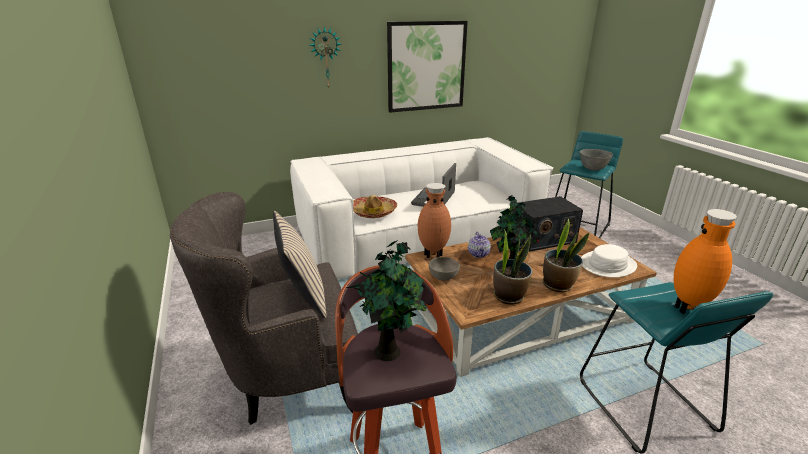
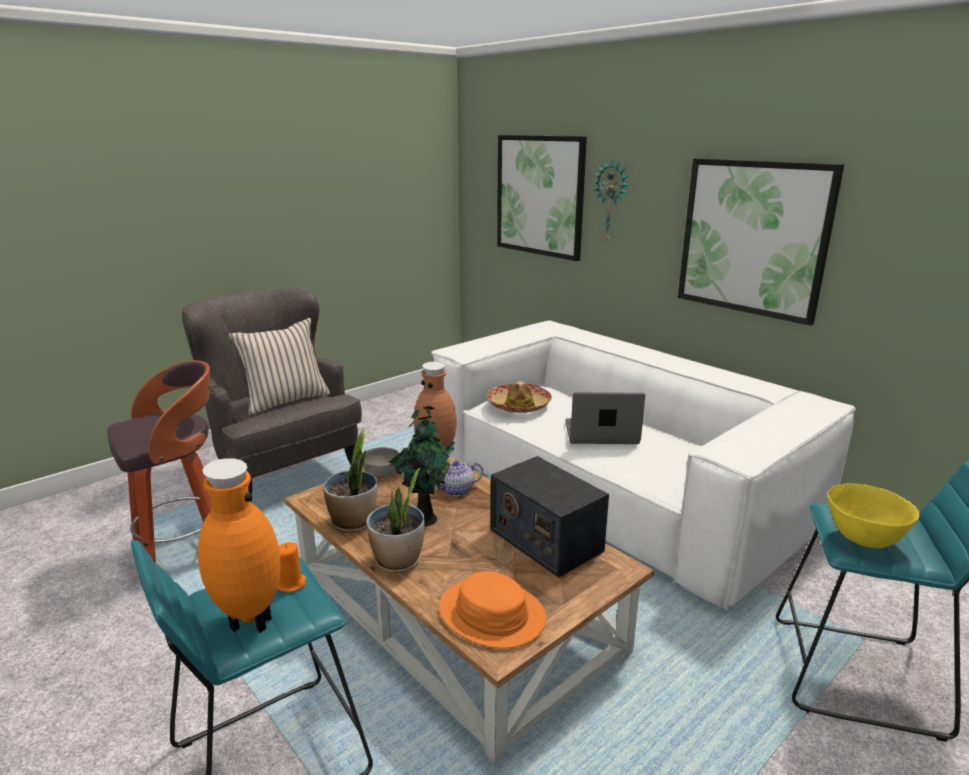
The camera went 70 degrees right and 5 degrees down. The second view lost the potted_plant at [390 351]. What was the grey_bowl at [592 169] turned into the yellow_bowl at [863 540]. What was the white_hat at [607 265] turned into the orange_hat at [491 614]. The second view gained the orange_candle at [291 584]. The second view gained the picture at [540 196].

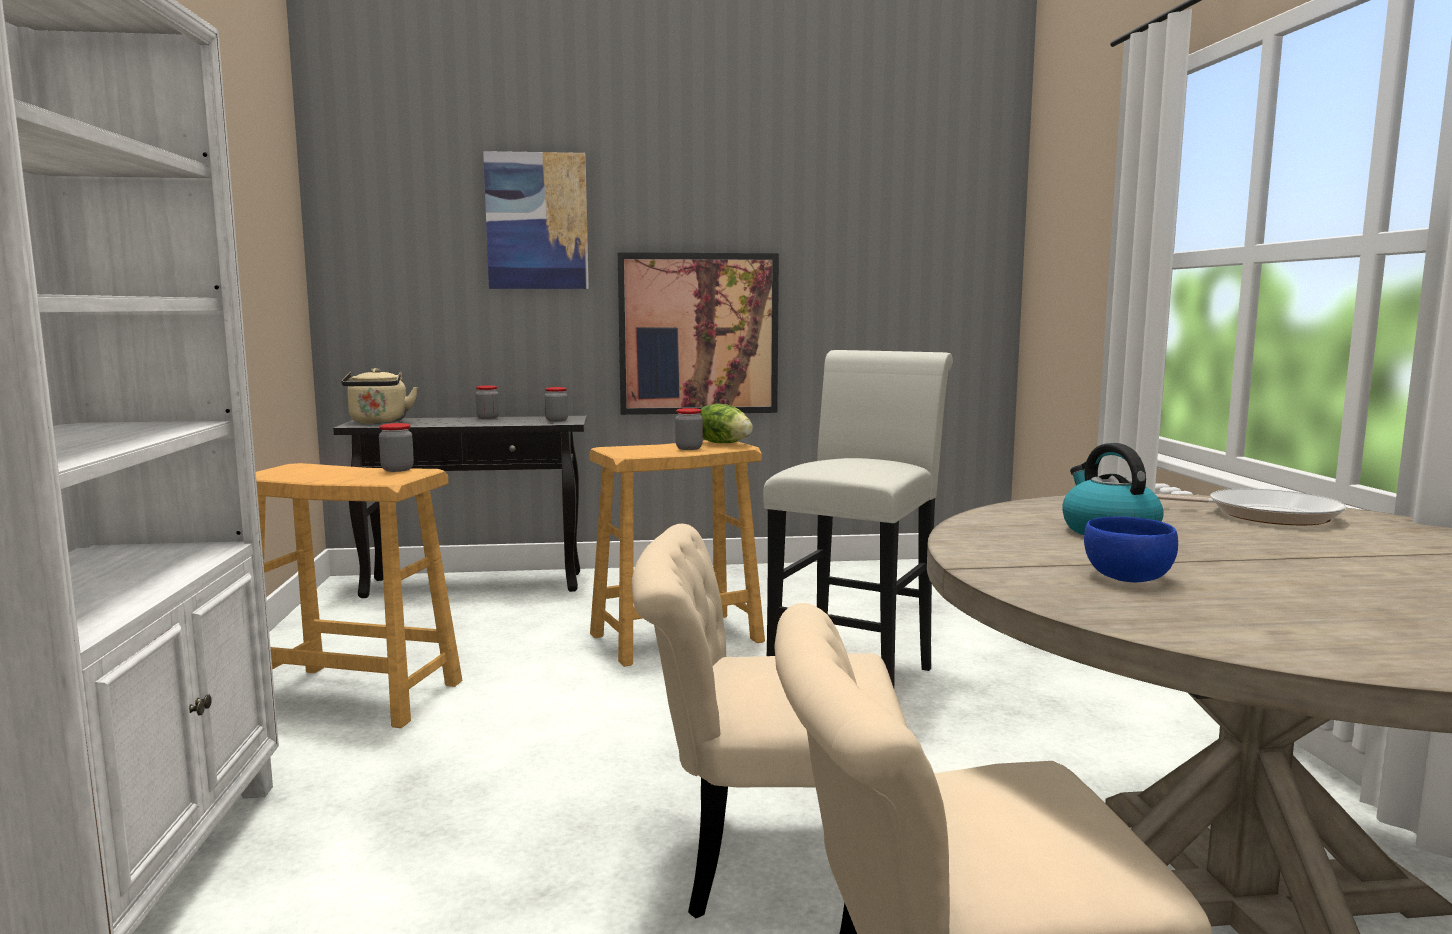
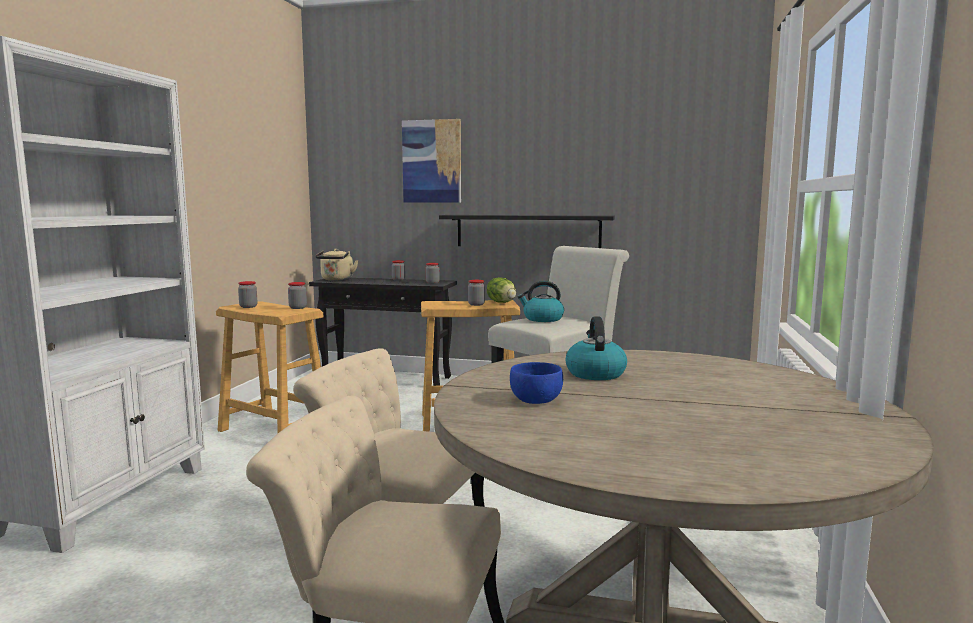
The camera went 20 degrees right and 0 degrees up. Where the picture hung at [698 334], the black_shelf came to hang at [528 231]. The second view lost the frying_pan at [1264 514]. The second view gained the jar at [248 307]. The second view gained the kettle at [542 319].

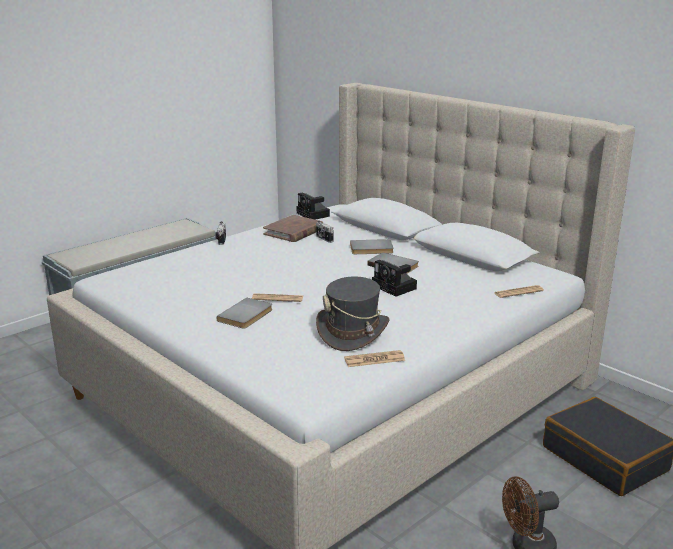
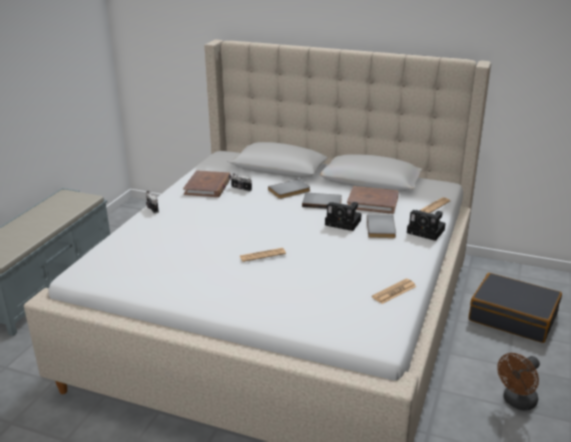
The camera went 25 degrees left and 5 degrees up. The grey_book ended up elsewhere, having gone from [247 315] to [382 228]. The photo_camera ended up elsewhere, having gone from [314 215] to [427 232]. The second view lost the grey_hat at [353 332]. The second view gained the brown_book at [372 202].

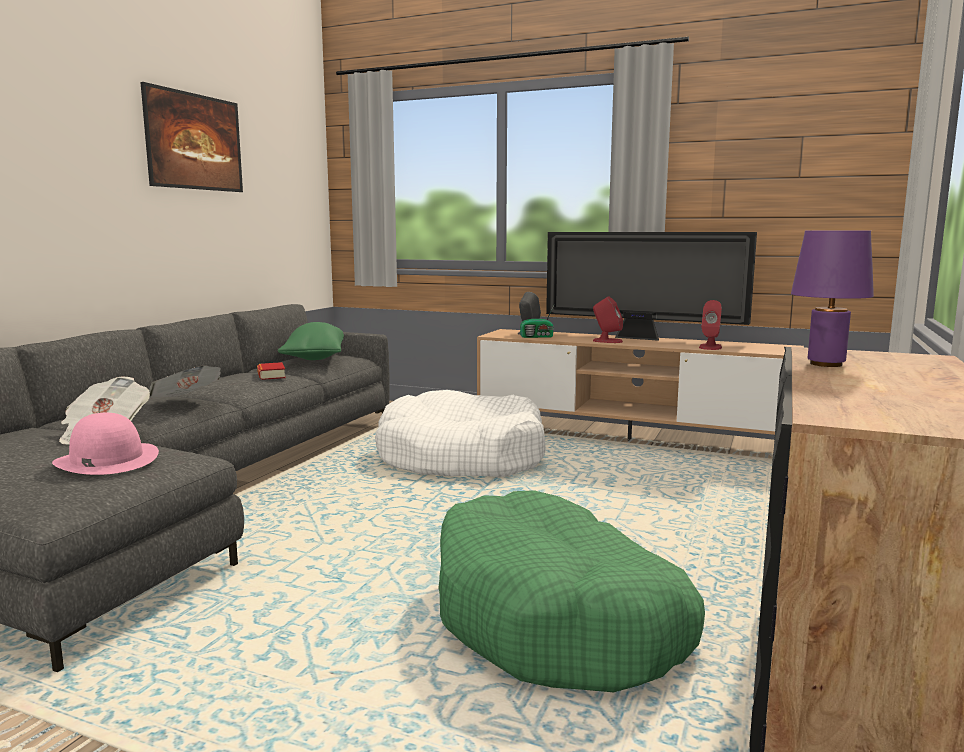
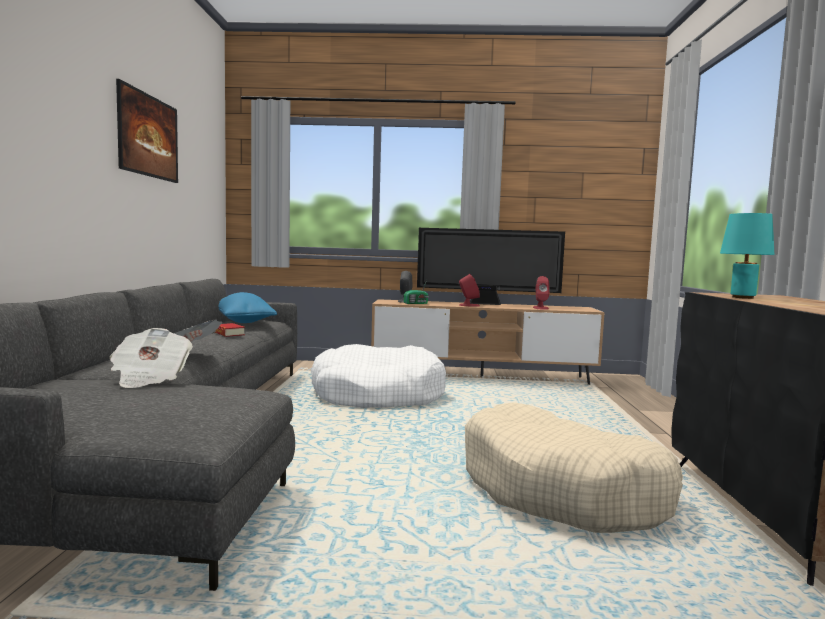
The camera went 20 degrees left and 5 degrees down. The second view lost the pink_hat at [106 460]. What was the green_pillow at [314 358] turned into the blue_pillow at [242 322]. What was the green_dog_bed at [557 618] turned into the beige_dog_bed at [562 490]. What was the purple_table_lamp at [826 364] turned into the turquoise_table_lamp at [743 297].

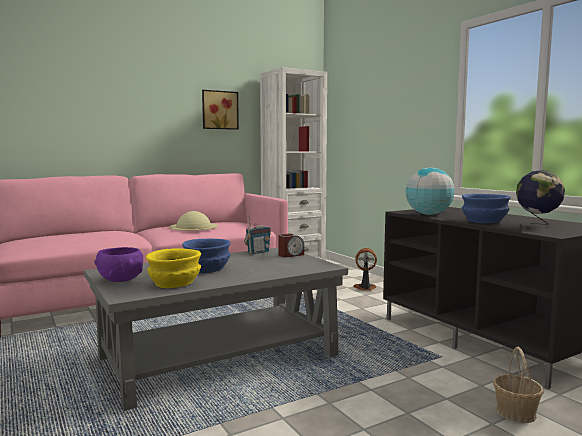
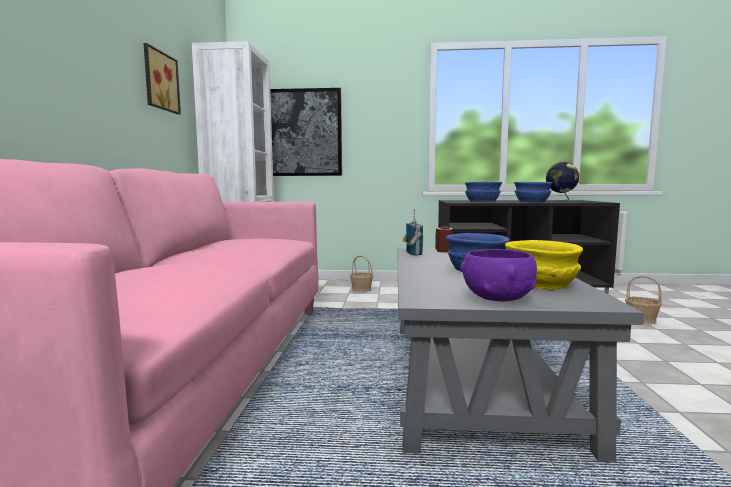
The camera went 55 degrees left and 0 degrees up. The second view lost the beige_hat at [193 226]. Where the fan stood at [365 288], the basket came to stand at [361 290]. Where the globe stood at [428 214], the blue_bowl came to stand at [482 202]. The second view gained the picture at [300 133].

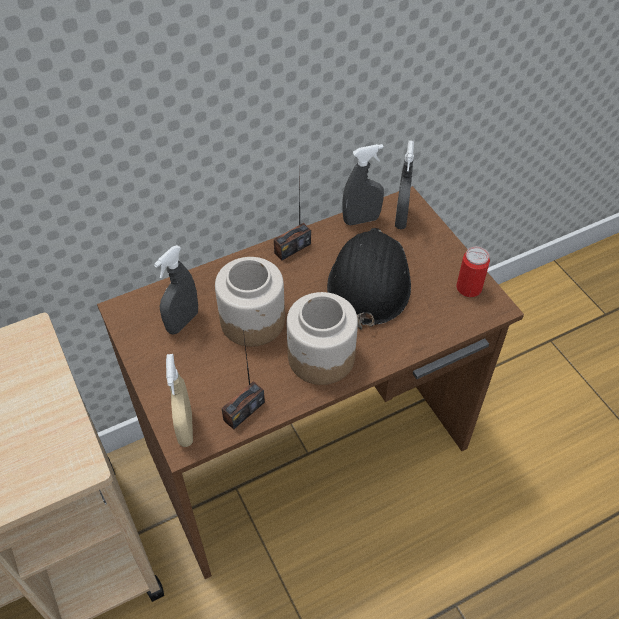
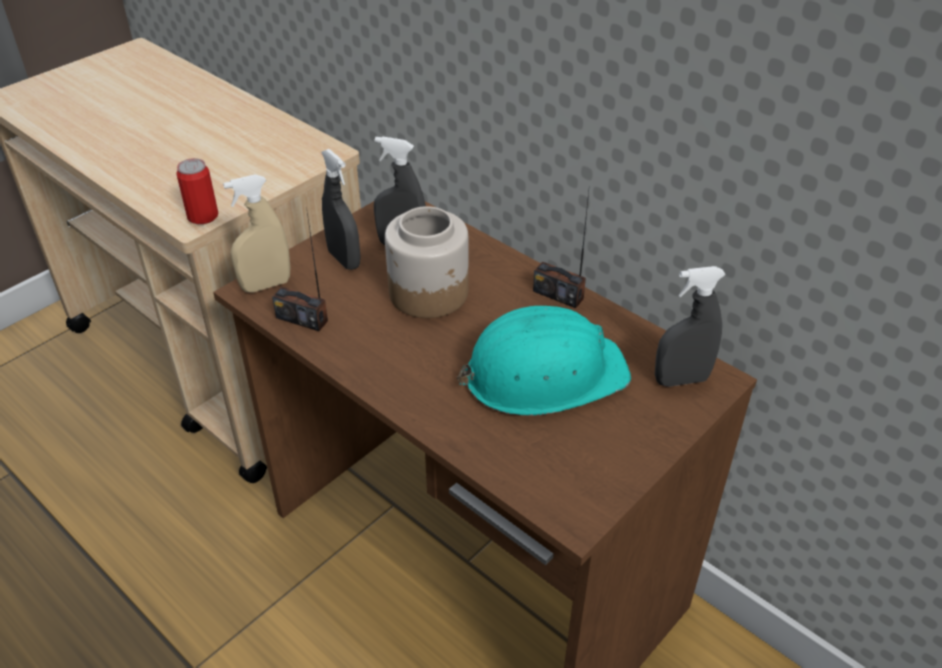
The camera went 70 degrees right and 10 degrees down. The second view lost the jar at [320 356]. What was the black_hard_hat at [369 282] turned into the turquoise_hard_hat at [543 374]. The grey_spray_bottle ended up elsewhere, having gone from [361 220] to [344 259]. The can ended up elsewhere, having gone from [469 288] to [203 216].

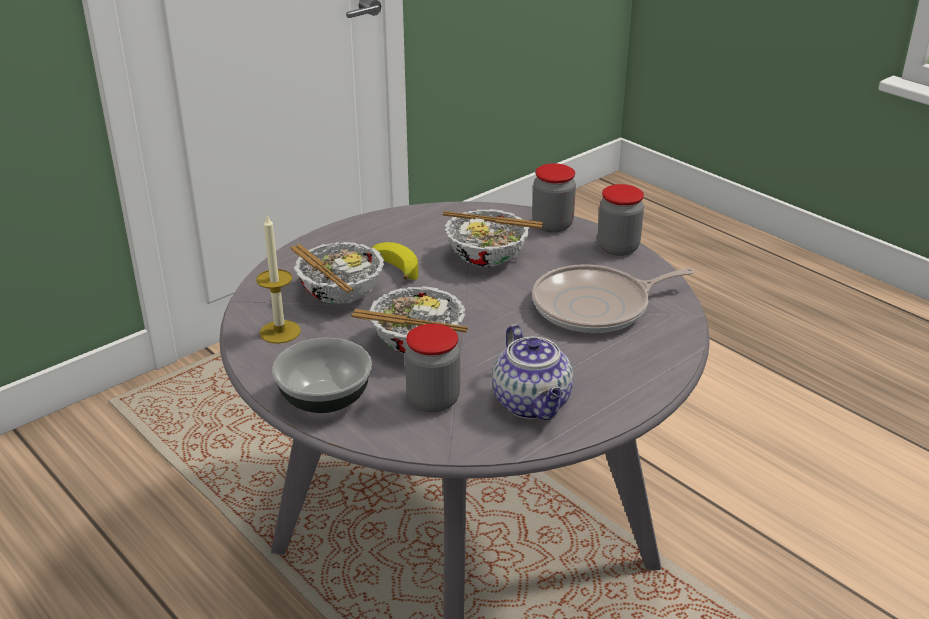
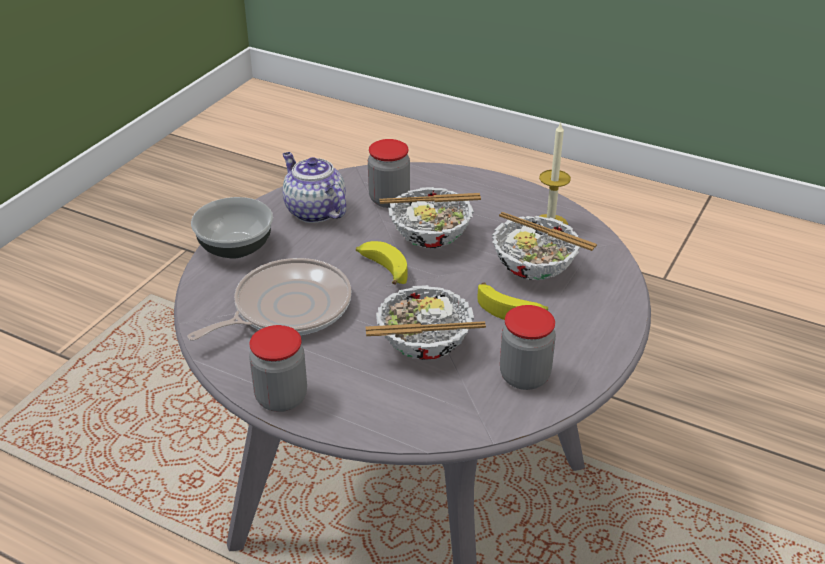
The camera went 160 degrees right and 5 degrees up. The bowl ended up elsewhere, having gone from [323 399] to [236 247]. The jar ended up elsewhere, having gone from [552 225] to [524 376]. The second view gained the banana at [382 269].

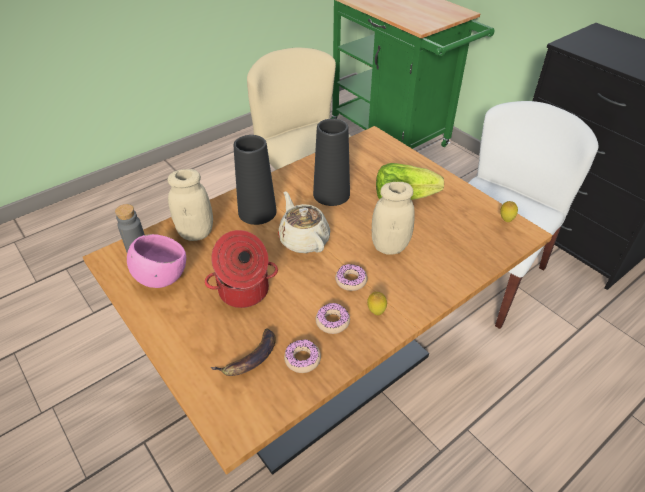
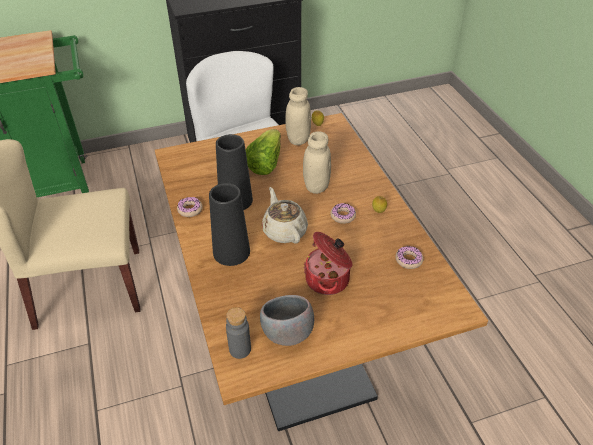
The camera went 70 degrees left and 0 degrees up. What was the pink_bowl at [161 278] turned into the grey_bowl at [287 334]. The beige_jar ended up elsewhere, having gone from [196 233] to [298 139]. The second view lost the banana at [250 358]. The beige_teapot at [303 239] ended up facing another way, 75 degrees clockwise from before. The donut ended up elsewhere, having gone from [332 321] to [190 210].

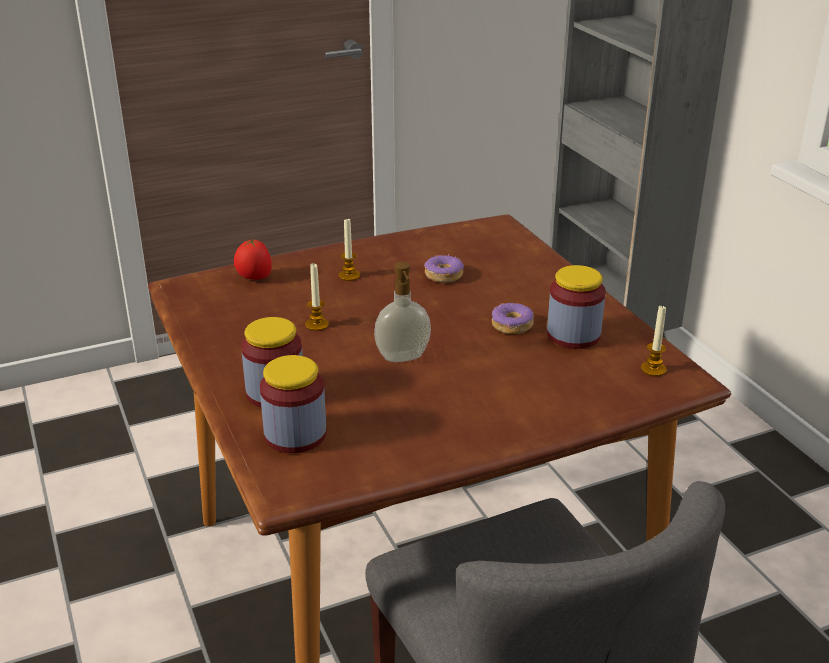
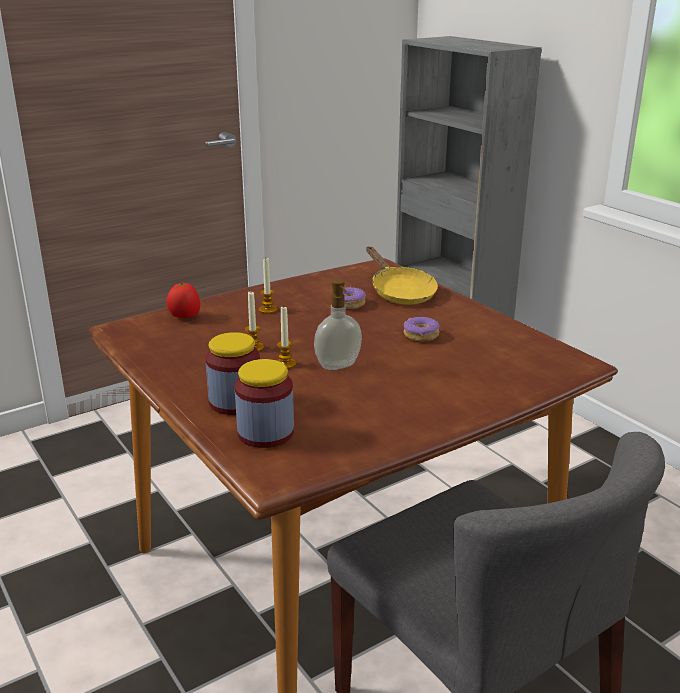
The camera went 10 degrees left and 5 degrees down. The second view lost the jar at [573 335]. The candle ended up elsewhere, having gone from [653 369] to [285 364]. The second view gained the yellow_frying_pan at [400 292].

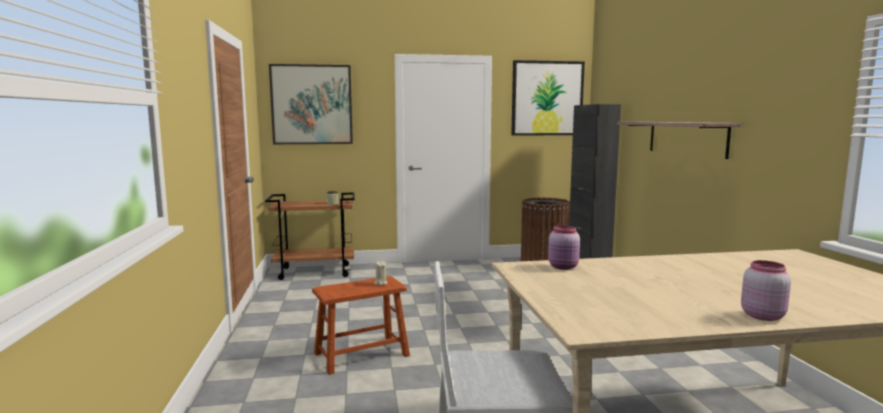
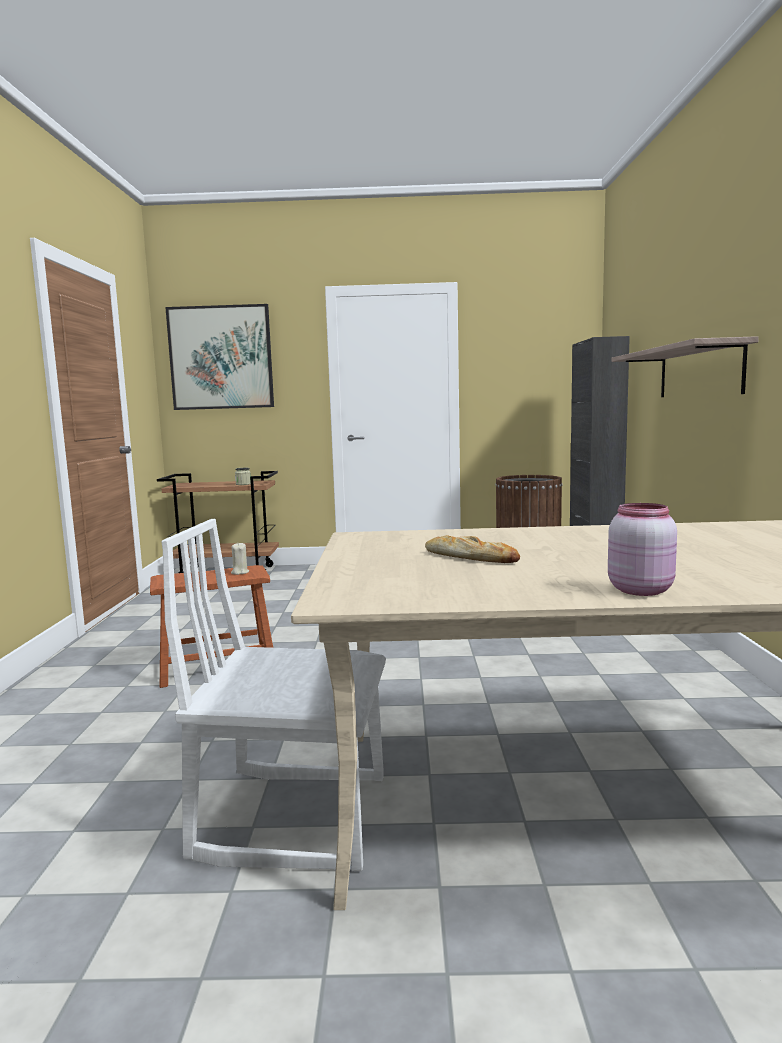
The camera went 10 degrees right and 0 degrees up. The second view lost the picture at [547 98]. The second view lost the pink_jar at [563 267]. The second view gained the bread at [470 557].

